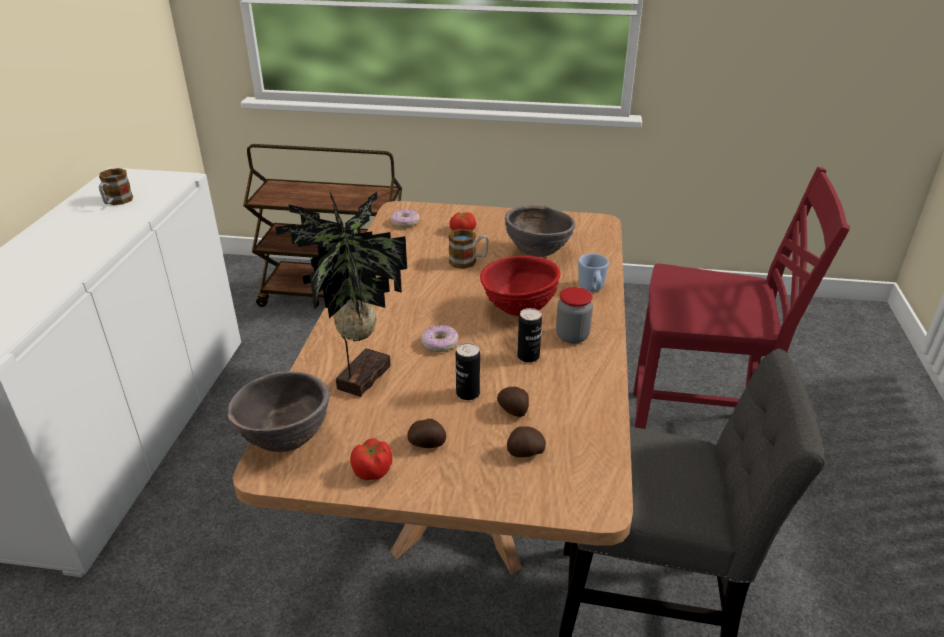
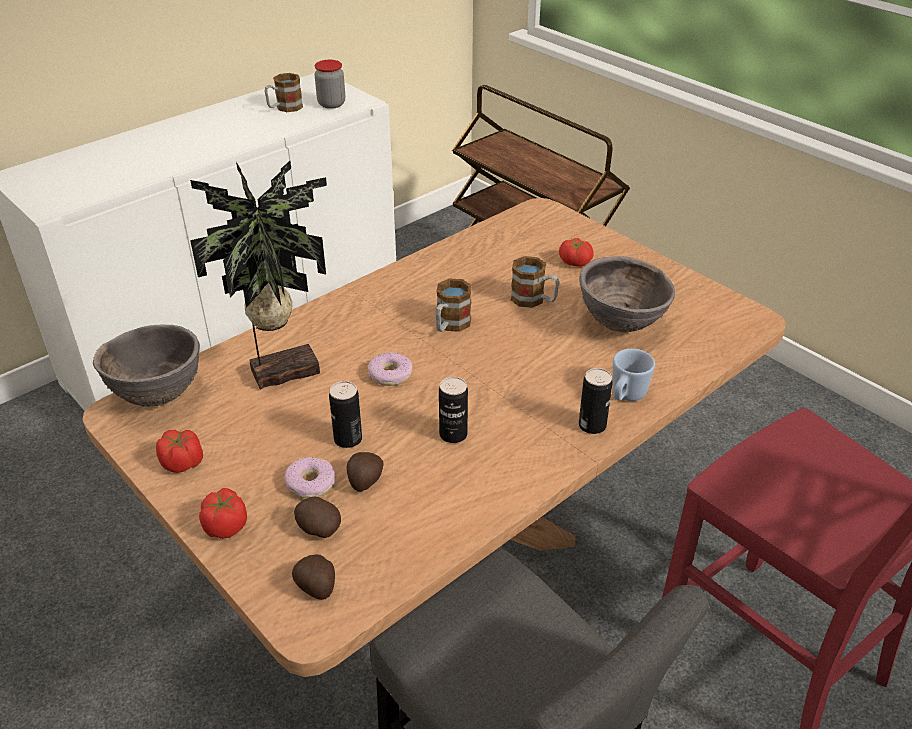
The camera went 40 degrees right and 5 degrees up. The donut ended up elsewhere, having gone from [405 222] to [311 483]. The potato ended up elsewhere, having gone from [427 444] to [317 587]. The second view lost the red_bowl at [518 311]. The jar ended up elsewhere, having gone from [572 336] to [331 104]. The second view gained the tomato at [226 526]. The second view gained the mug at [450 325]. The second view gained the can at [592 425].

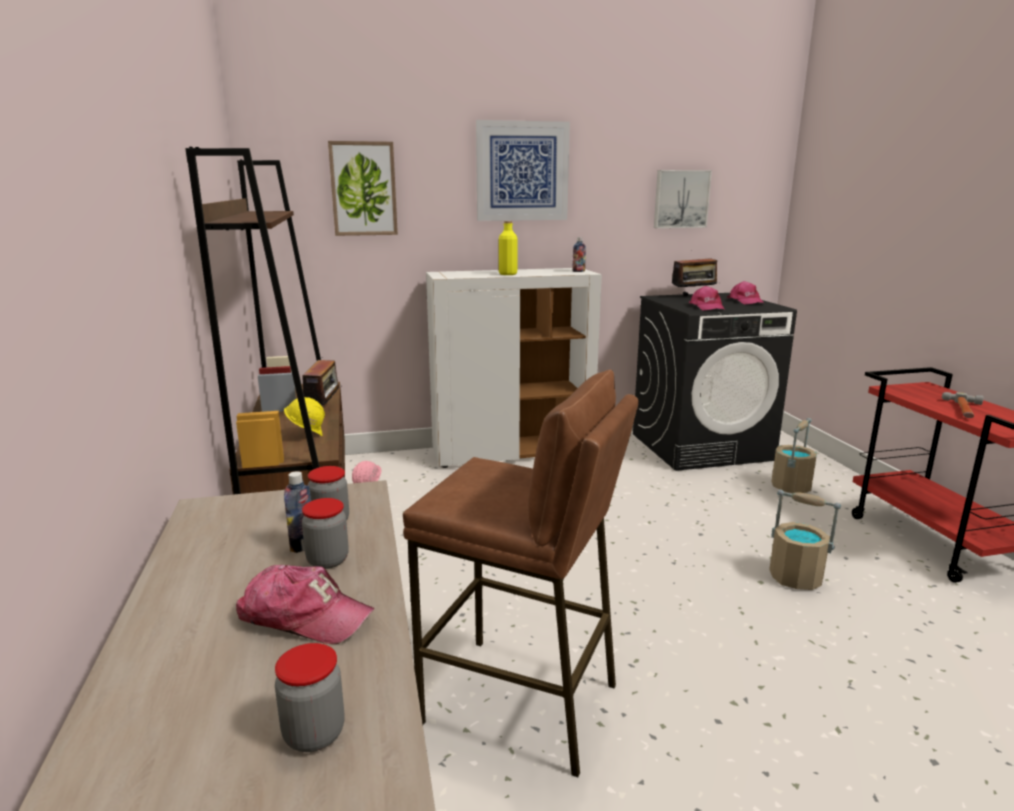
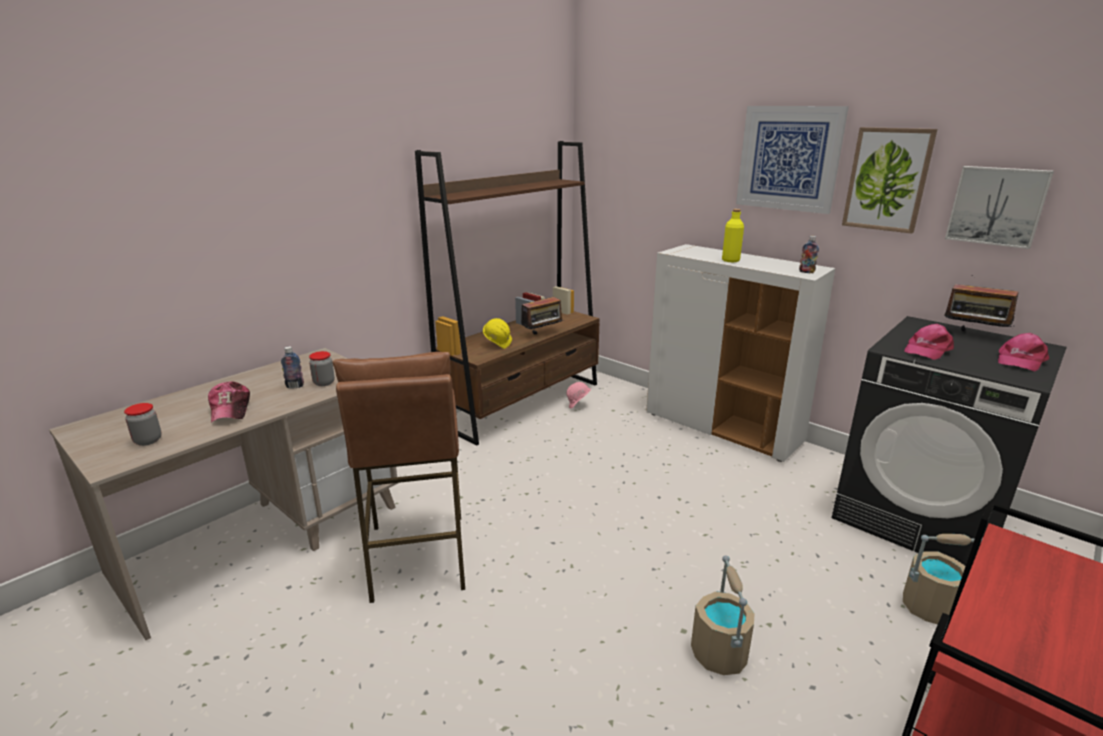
The camera went 55 degrees right and 5 degrees up. The second view lost the jar at [328 560]. The picture ended up elsewhere, having gone from [363 189] to [887 179]. The second view lost the hammer at [964 410].

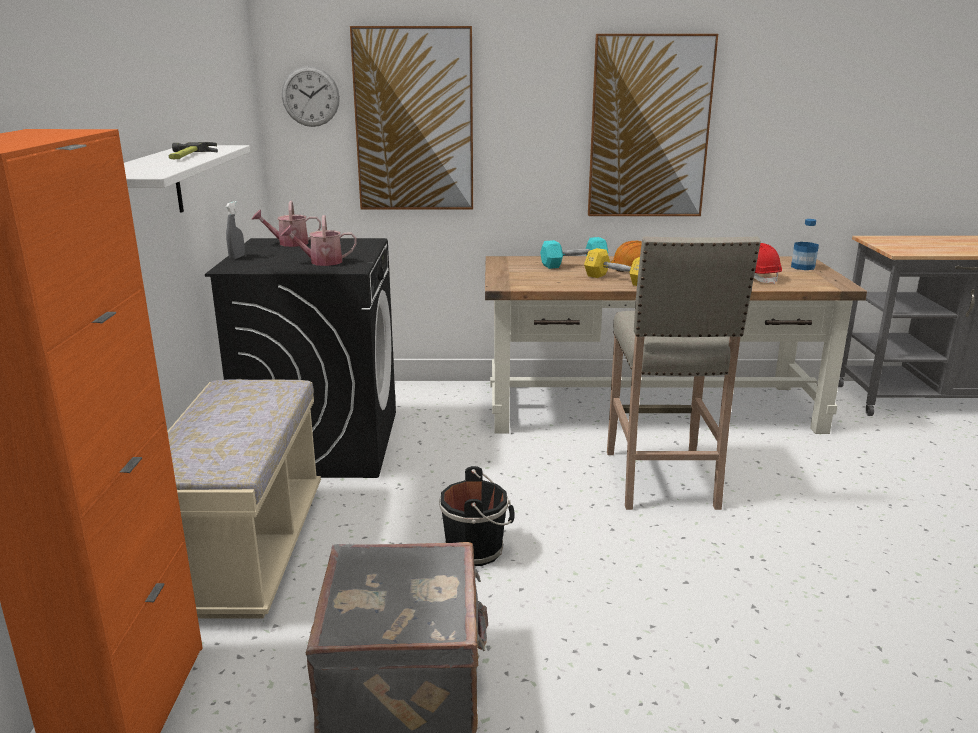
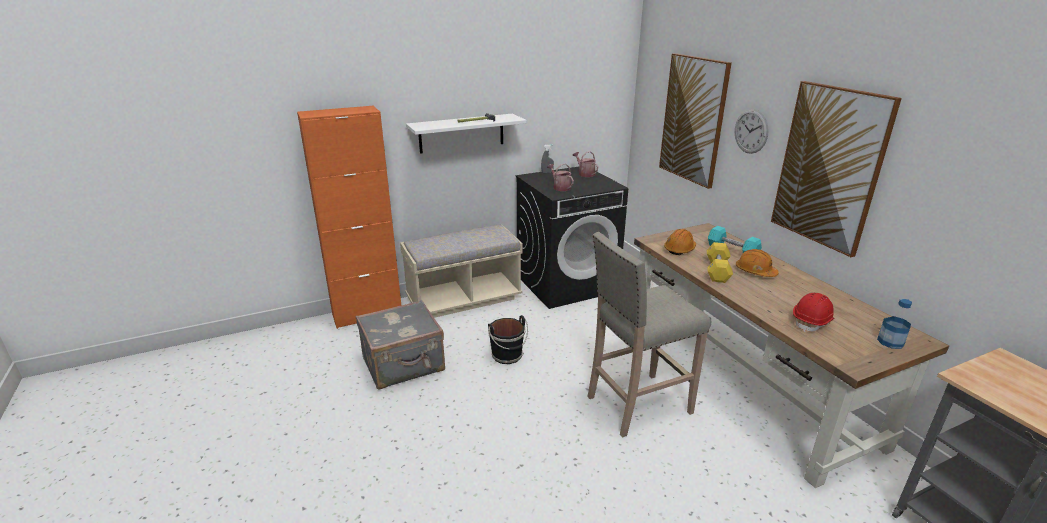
The camera went 65 degrees right and 5 degrees up. The wall_clock ended up elsewhere, having gone from [310 96] to [751 131]. The second view gained the orange_hard_hat at [679 249].

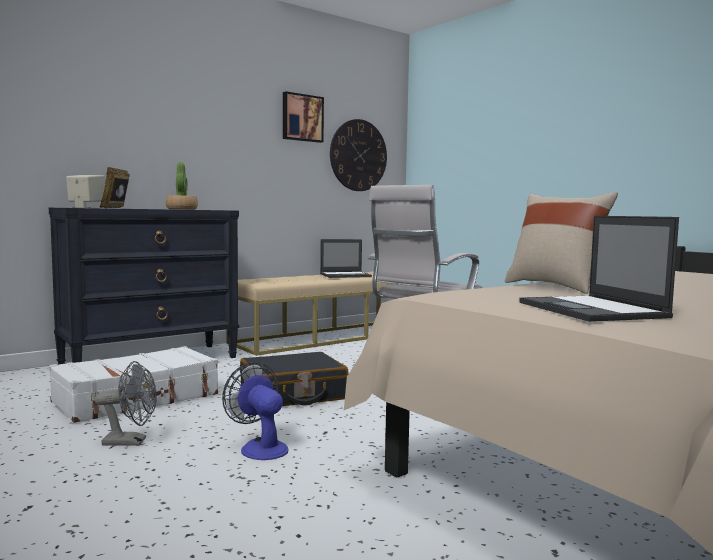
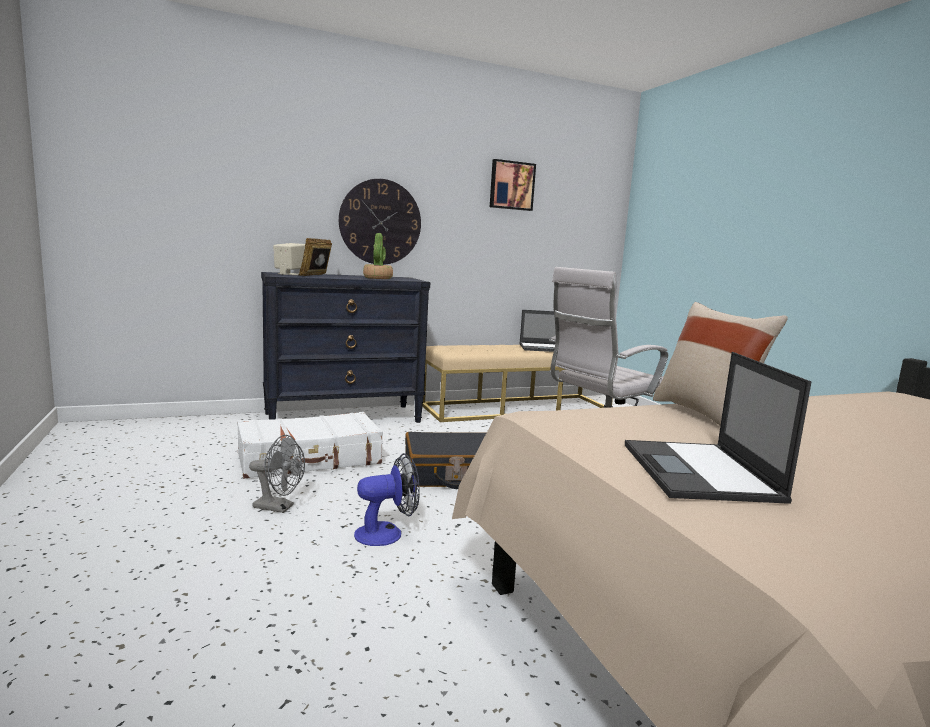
The camera went 15 degrees right and 5 degrees up. The fan at [260 447] ended up facing another way, 90 degrees clockwise from before. The wall_clock ended up elsewhere, having gone from [358 155] to [380 222].

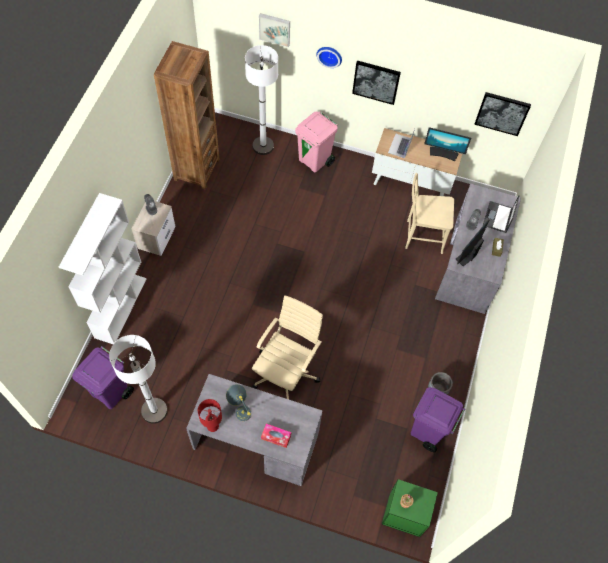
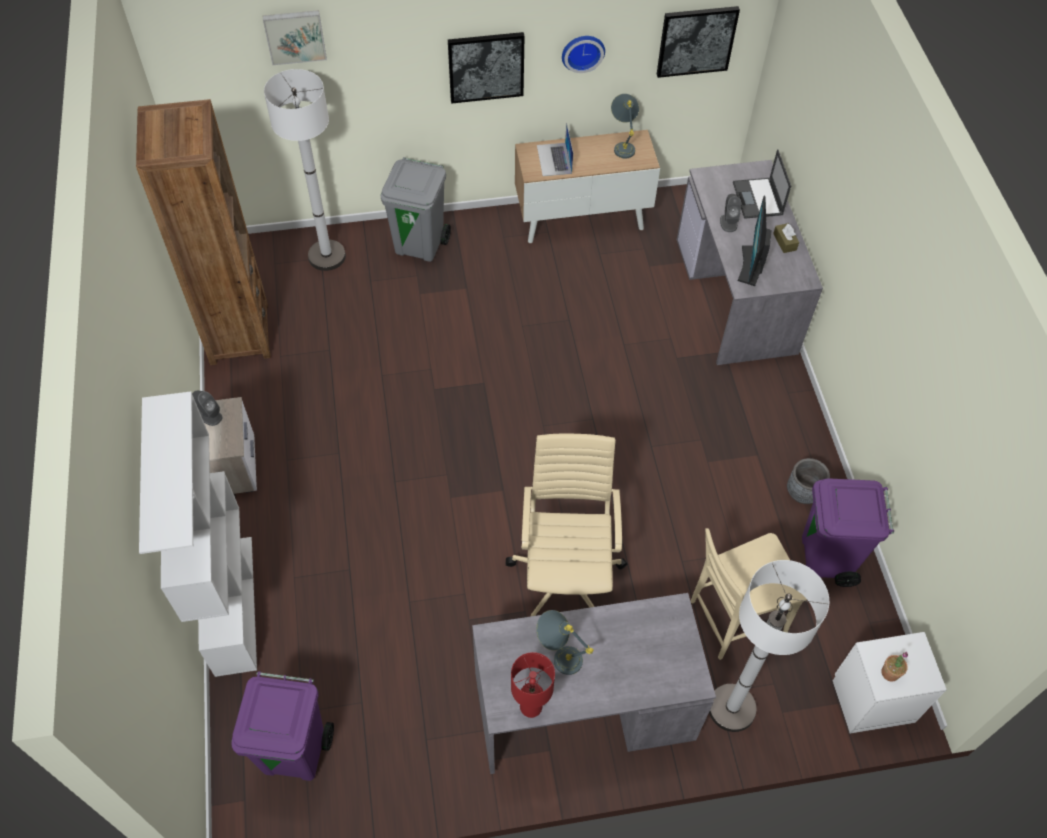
The camera went 25 degrees left and 5 degrees down. The white_floor_lamp ended up elsewhere, having gone from [154 411] to [731 708]. The second view lost the tissue_box at [276 437]. What was the pink_trash_can at [314 160] turned into the grey_trash_can at [420 245]. The wall_clock ended up elsewhere, having gone from [329 55] to [582 51]. What was the green_nightstand at [403 513] turned into the white_nightstand at [871 699]. The beige_chair ended up elsewhere, having gone from [421 236] to [732 619]. Where the monitor stood at [443 153], the grey_table_lamp came to stand at [622 145].

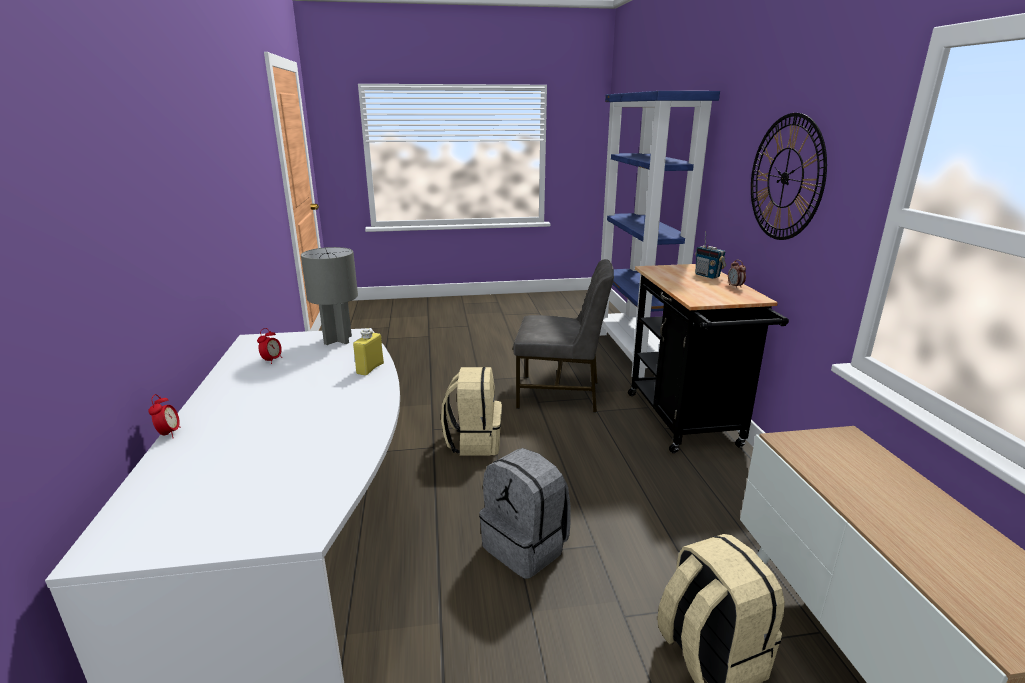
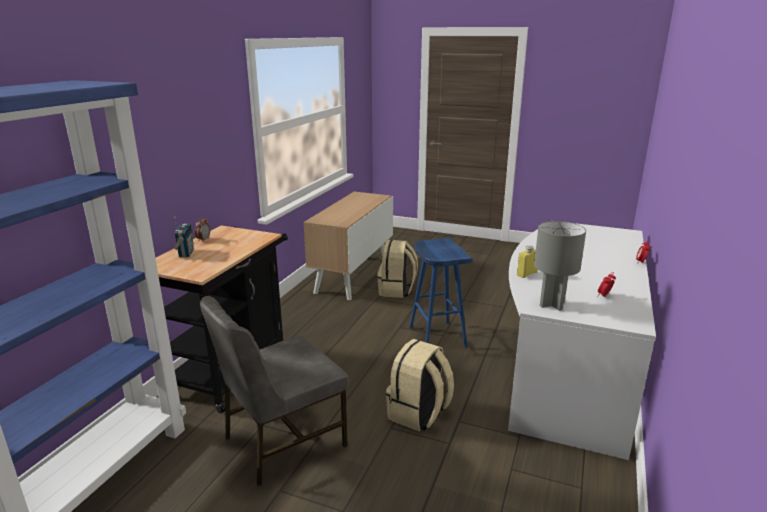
The camera went 150 degrees left and 0 degrees up. Where the grey_backpack stood at [526 547], the blue_stool came to stand at [436 337]. The grey_chair at [560 394] ended up facing another way, 75 degrees counterclockwise from before. The second view lost the wall_clock at [785 178].

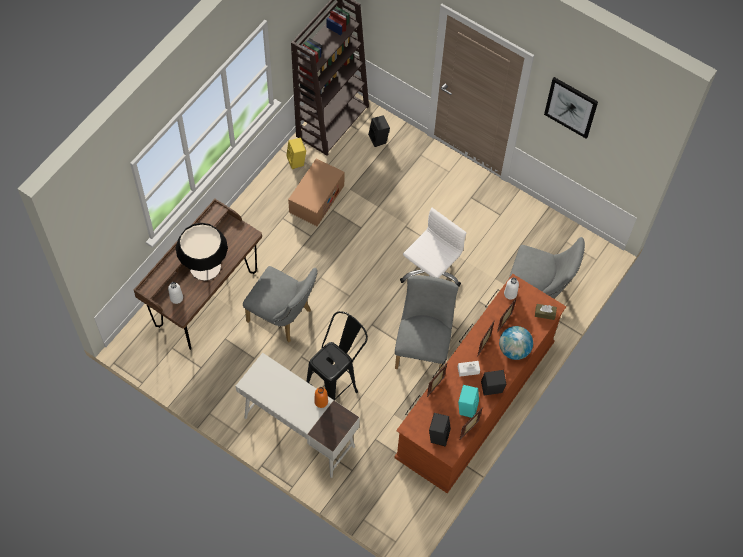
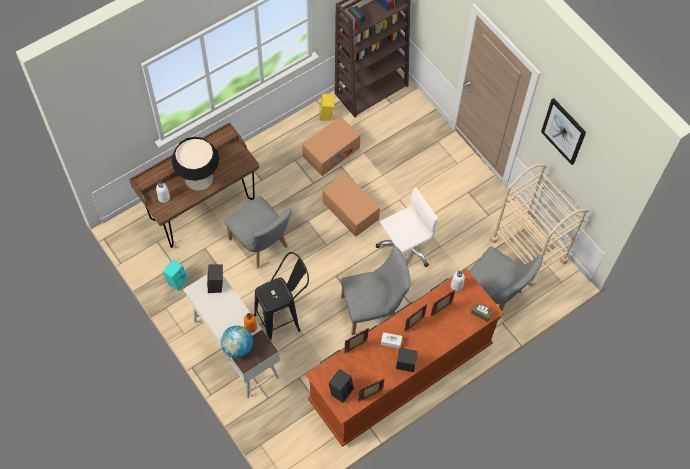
The camera went 20 degrees right and 0 degrees up. The black_speaker ended up elsewhere, having gone from [379 139] to [217 285]. The grey_chair at [423 346] ended up facing another way, 45 degrees clockwise from before. The turquoise_speaker ended up elsewhere, having gone from [466 407] to [177 280]. The globe ended up elsewhere, having gone from [514 349] to [237 347]. The second view gained the cardboard_box at [350 210]. The second view gained the beige_cart at [528 250].

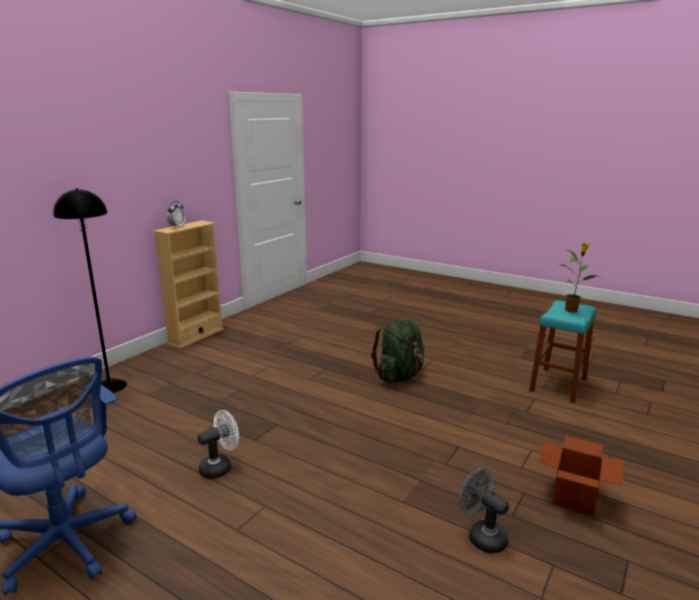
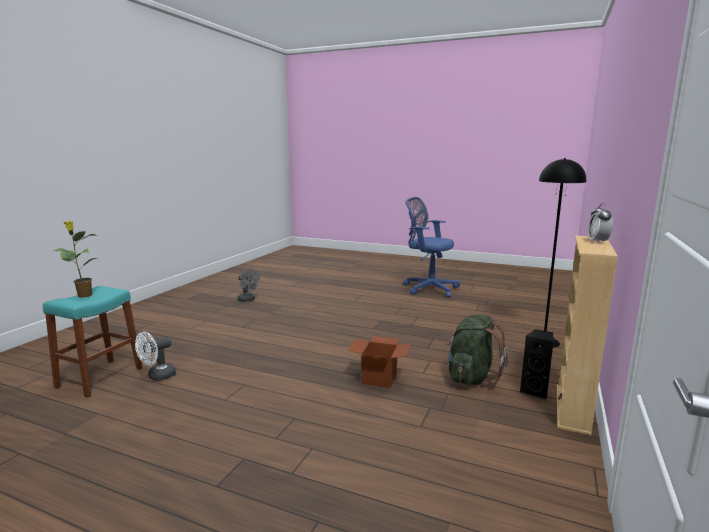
The camera went 170 degrees right and 5 degrees down. The white_fan ended up elsewhere, having gone from [220 467] to [158 376]. The green_backpack ended up elsewhere, having gone from [399 376] to [471 378]. The cardboard_box ended up elsewhere, having gone from [574 497] to [379 378]. The second view gained the black_speaker at [535 391].

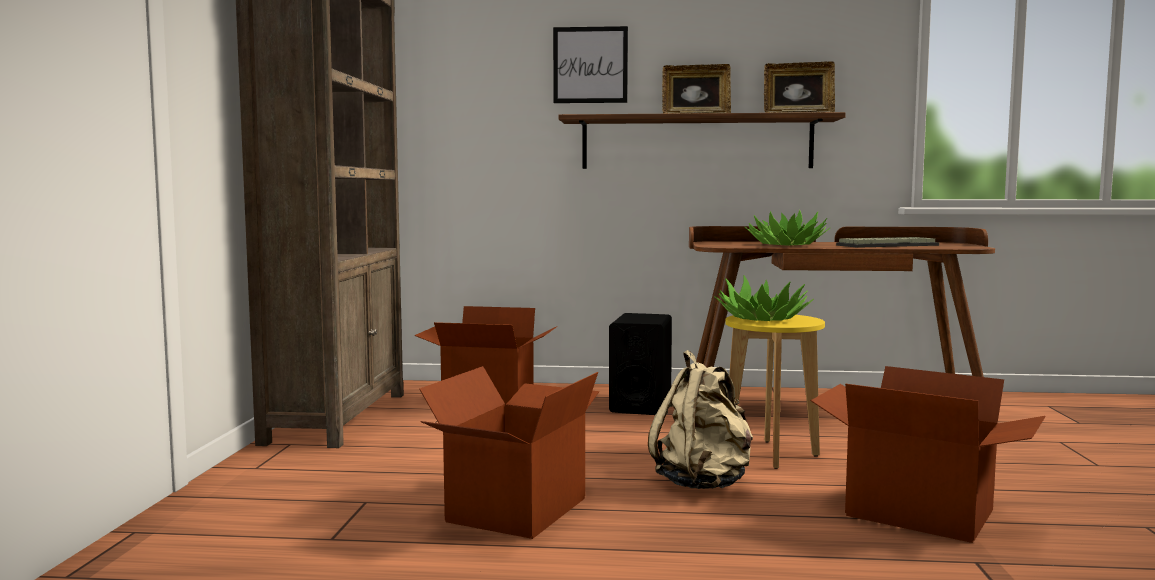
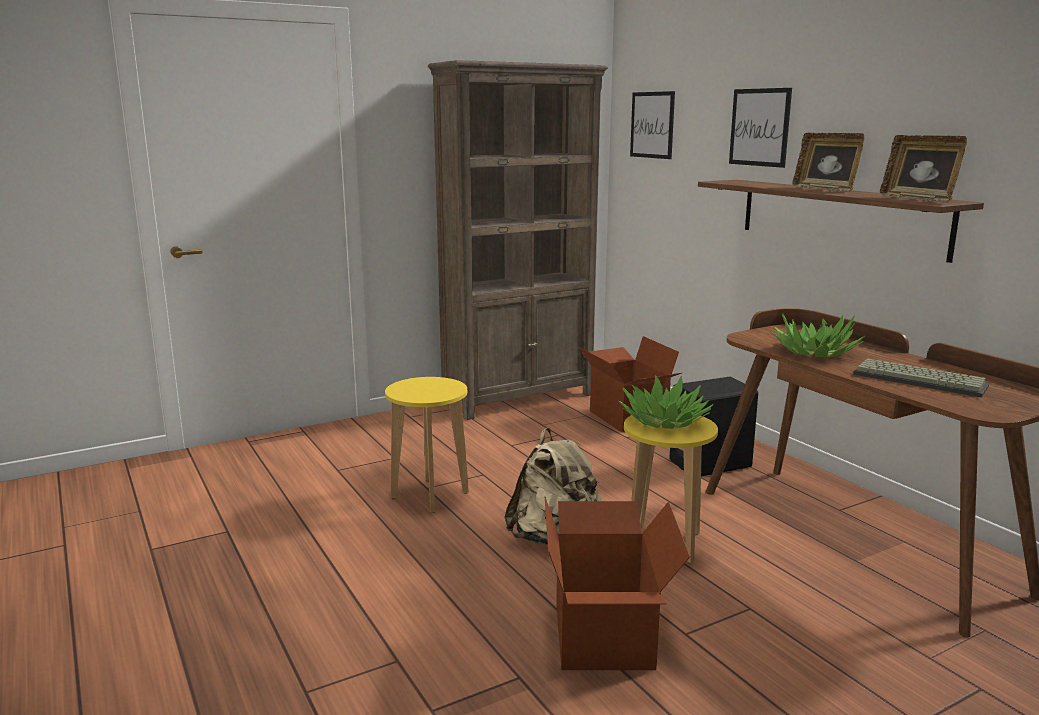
The camera went 55 degrees right and 10 degrees up. Where the cardboard_box stood at [515 509], the yellow_stool came to stand at [429 496]. The second view gained the picture at [652 125].

